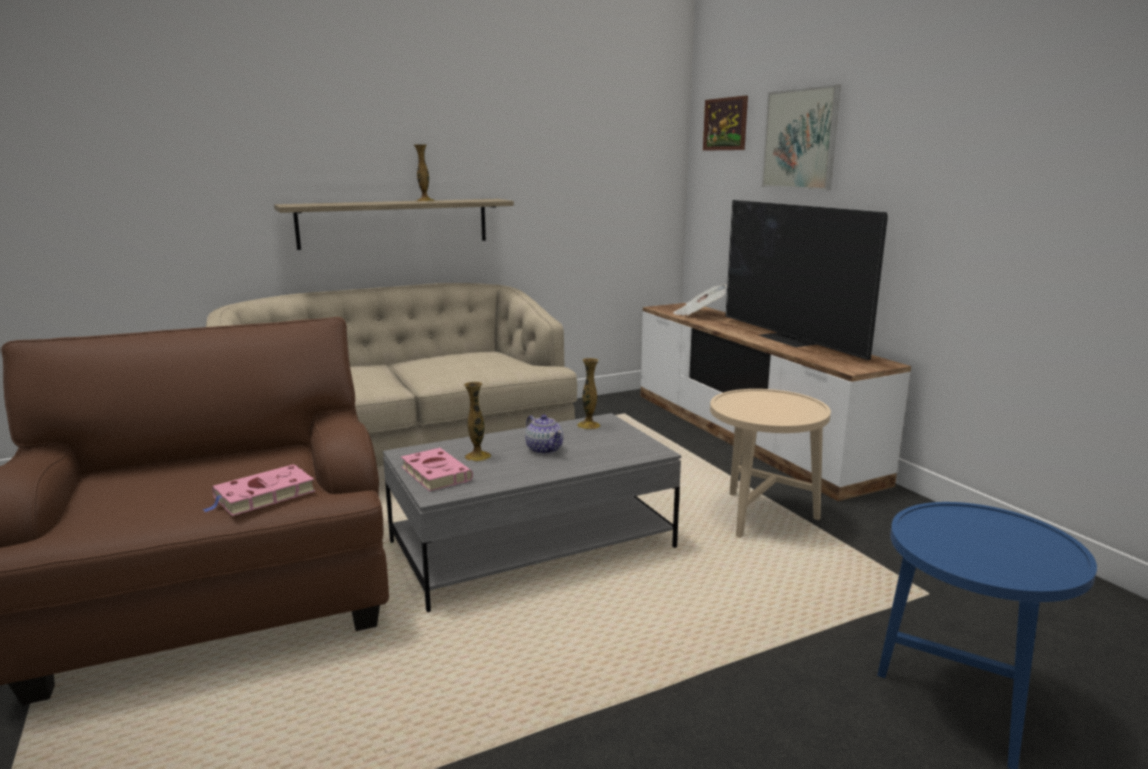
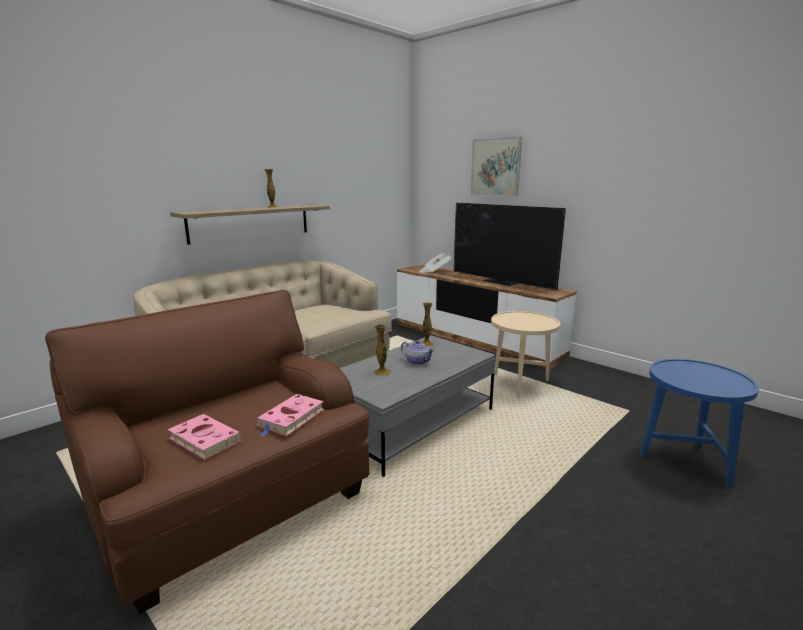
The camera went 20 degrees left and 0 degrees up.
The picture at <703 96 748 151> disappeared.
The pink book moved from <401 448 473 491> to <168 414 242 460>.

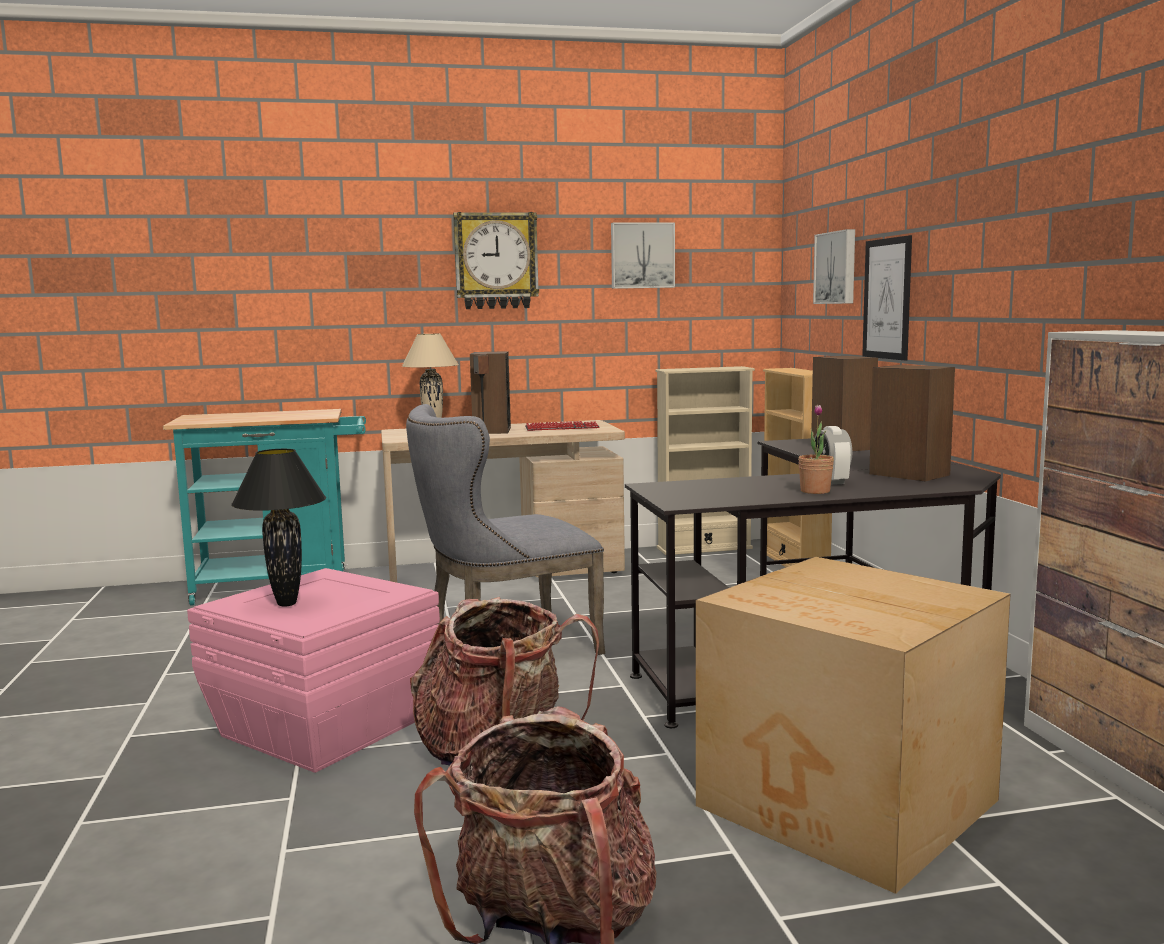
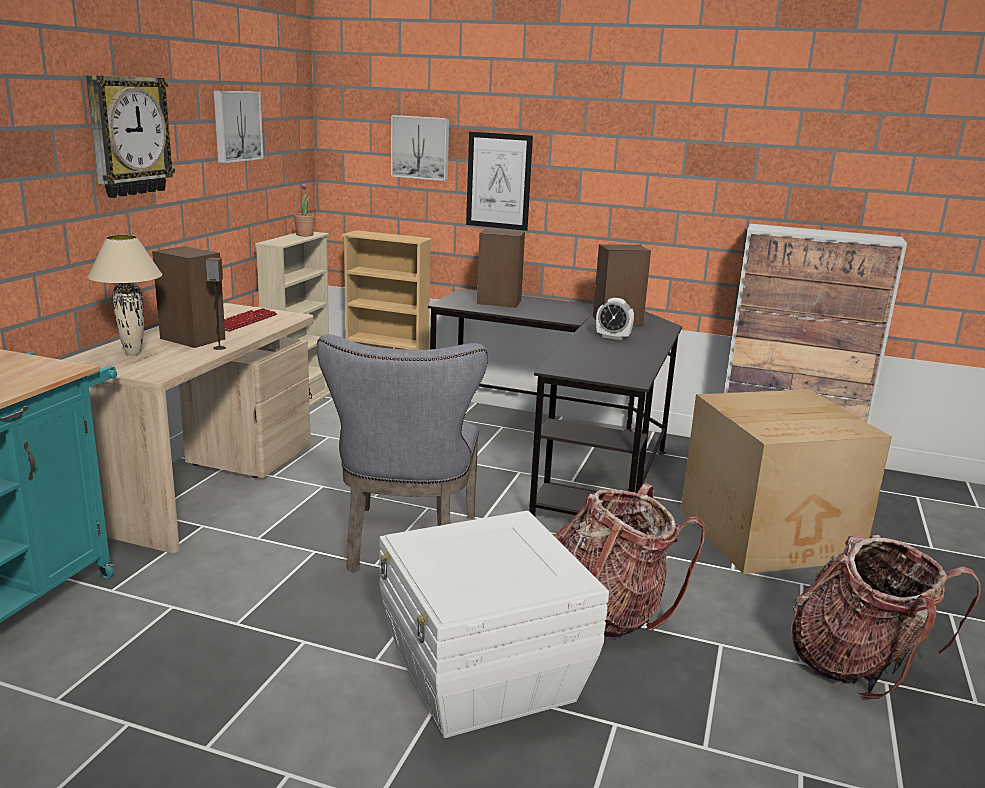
The camera went 60 degrees left and 10 degrees up.
The potted plant moved from <798 405 834 494> to <294 184 315 236>.
The black table lamp at <231 449 326 607> disappeared.
The pink storage box at <187 568 440 773> became the white storage box at <379 511 609 738>.

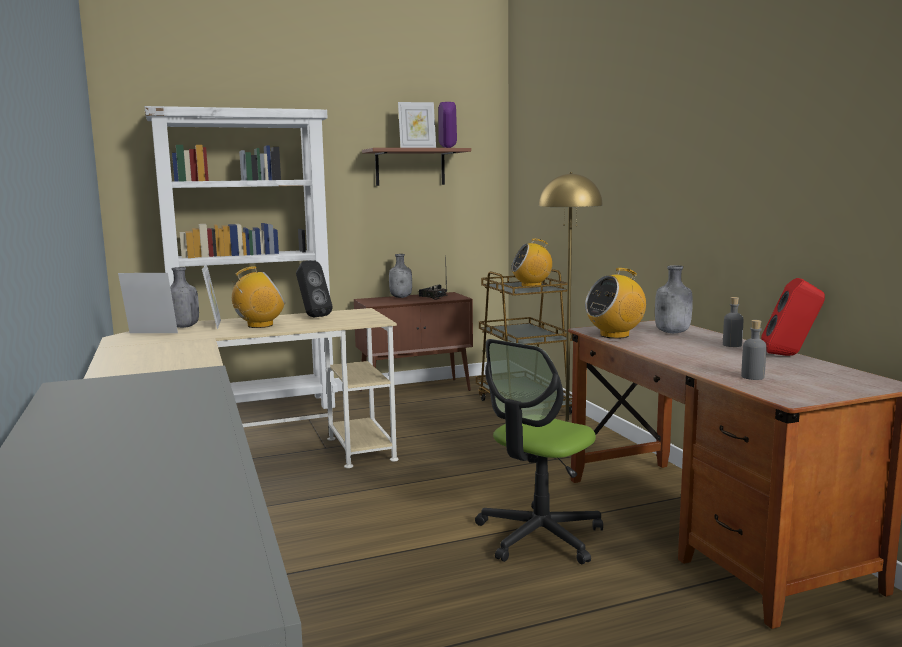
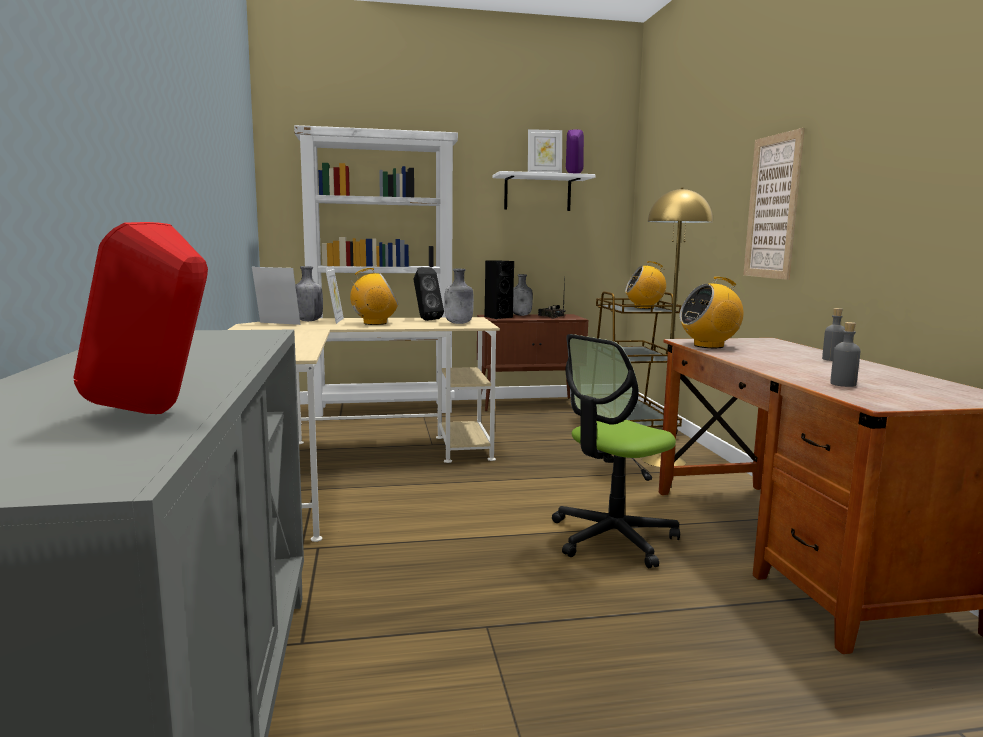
The camera went 10 degrees right and 0 degrees up.
The brown shelf at <362 148 471 186> became the white shelf at <493 171 596 211>.
The grey bottle moved from <655 265 693 333> to <444 269 474 324>.
The red speaker moved from <761 278 825 356> to <73 222 208 414>.
The picture at <743 128 805 280> appeared.
The black speaker at <484 260 514 319> appeared.

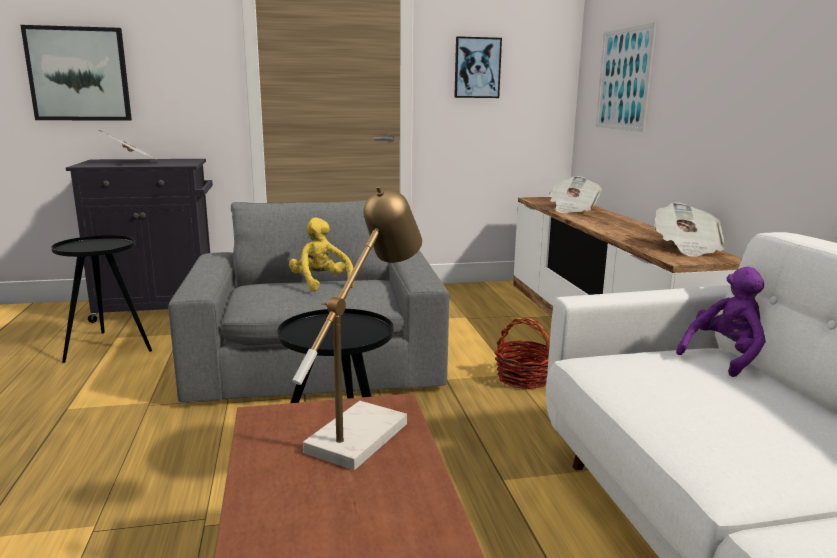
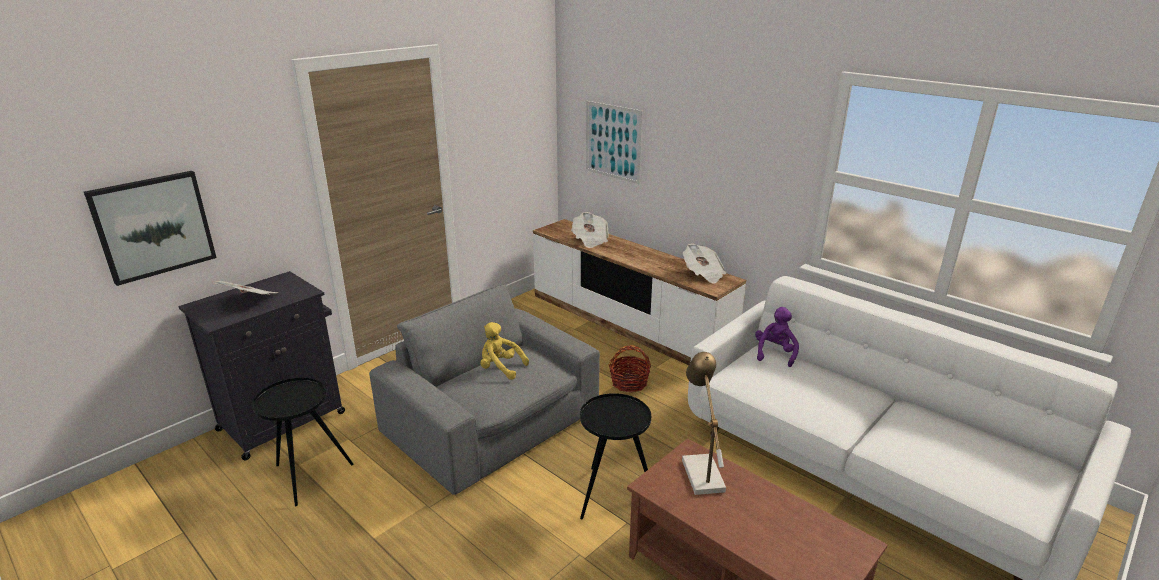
The camera went 35 degrees left and 10 degrees up.
The picture at <454 36 502 98> disappeared.

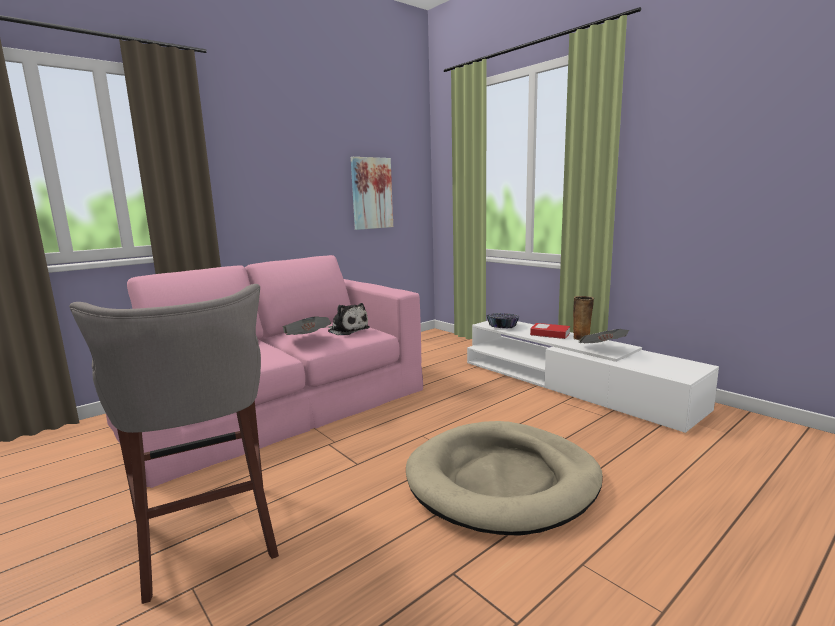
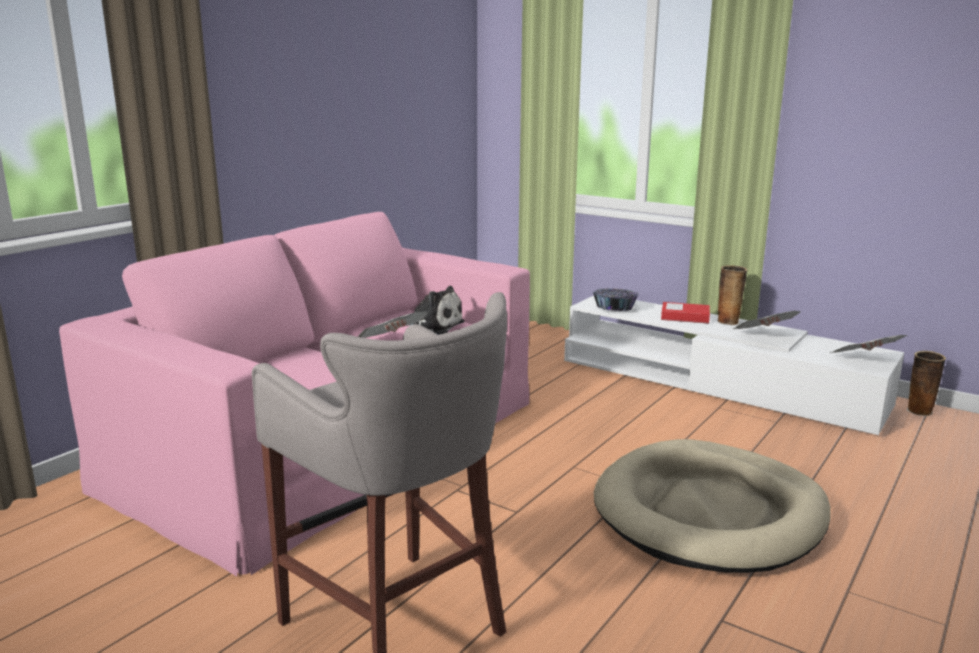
The camera went 15 degrees left and 5 degrees up.
The picture at <351 157 393 230> disappeared.
The newspaper at <829 335 907 353> appeared.
The vase at <907 351 946 416> appeared.

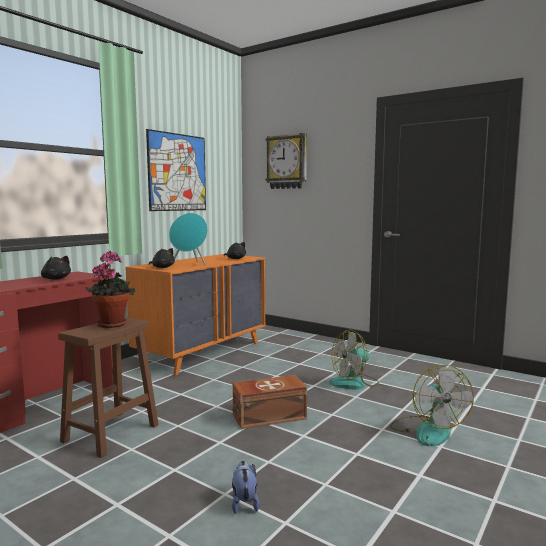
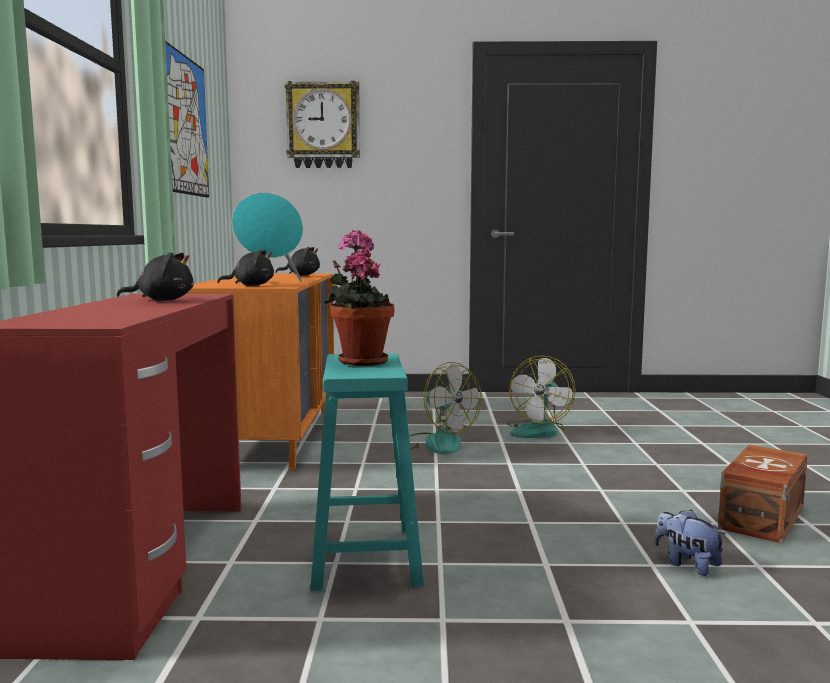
The camera went 35 degrees left and 0 degrees up.
The brown stool at <58 317 159 458> became the turquoise stool at <310 353 424 591>.
The fan moved from <390 365 474 446> to <409 362 482 454>.
The brown storage box moved from <233 375 307 429> to <718 445 808 544>.

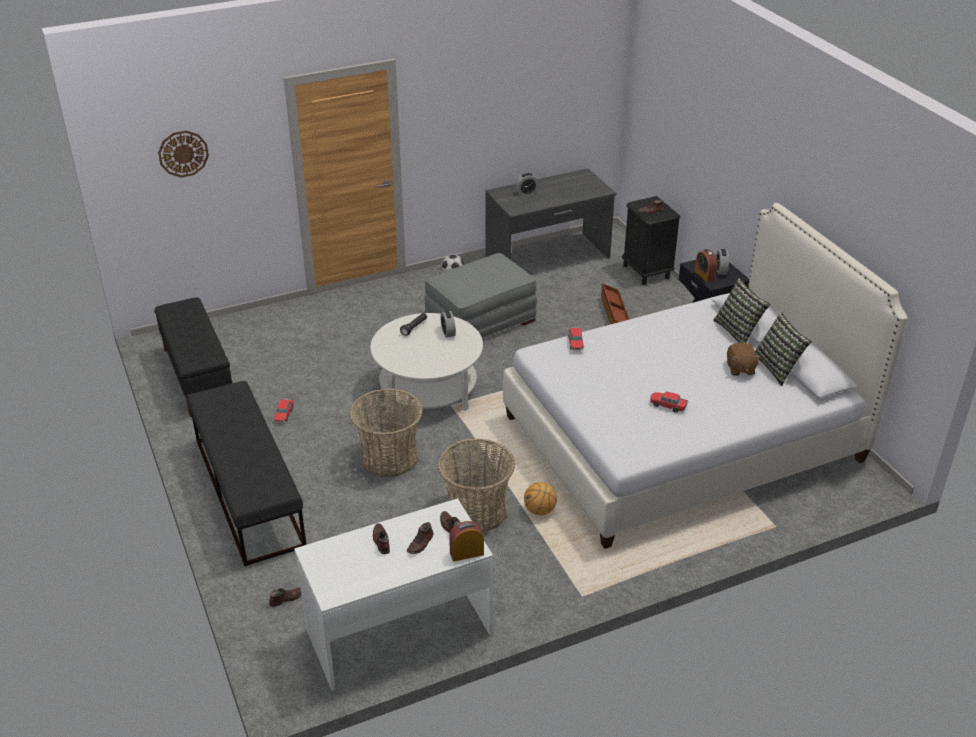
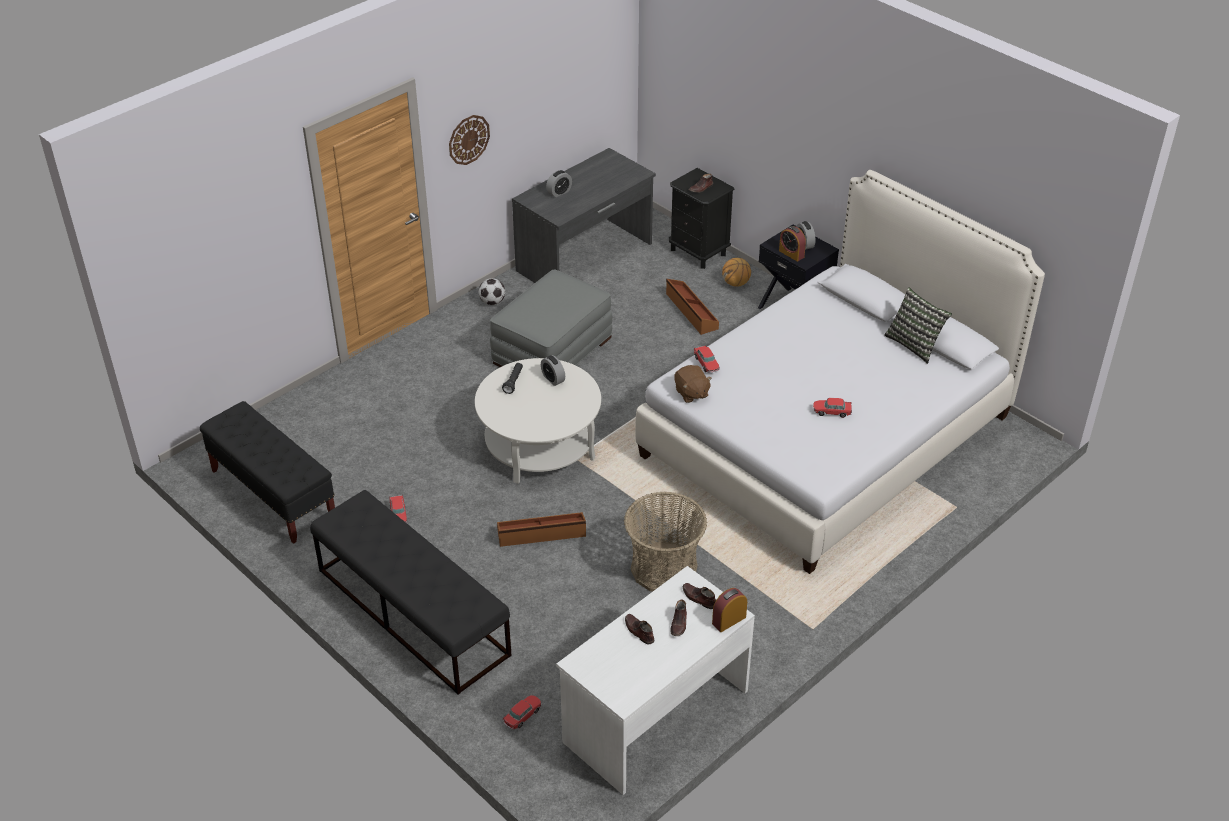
The camera went 20 degrees left and 5 degrees up.
The wall clock moved from <158 131 209 178> to <449 115 490 165>.
The pillow at <713 278 770 343> disappeared.
The brown plush toy moved from <727 342 761 376> to <674 365 712 403>.
The basket at <350 388 423 477> was replaced by the brown storage box at <497 512 586 547>.
The basketball moved from <524 482 557 515> to <722 258 751 287>.
The brown shoe at <269 587 302 607> was replaced by the toy car at <503 695 542 729>.

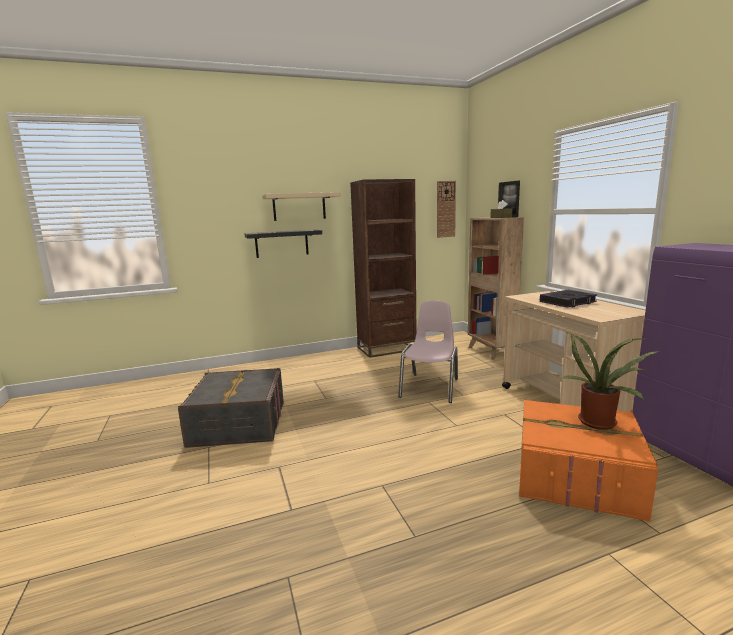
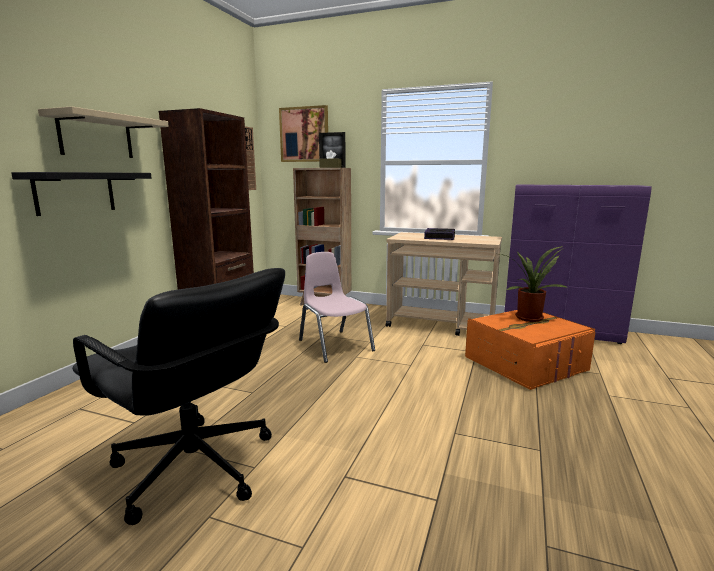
The camera went 50 degrees left and 0 degrees up.
The grey storage box at <178 368 284 448> was replaced by the black office chair at <72 268 285 525>.
The picture at <279 105 328 162> appeared.

